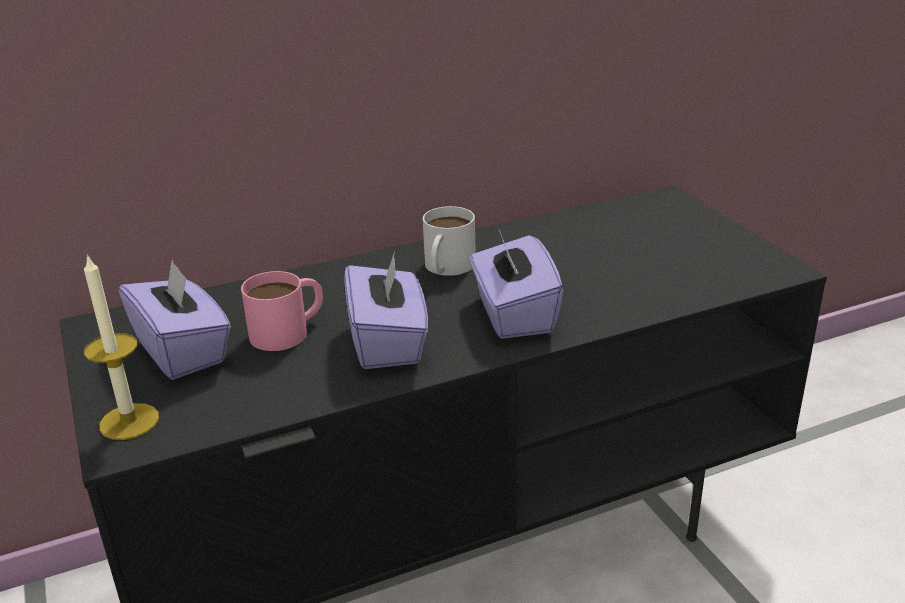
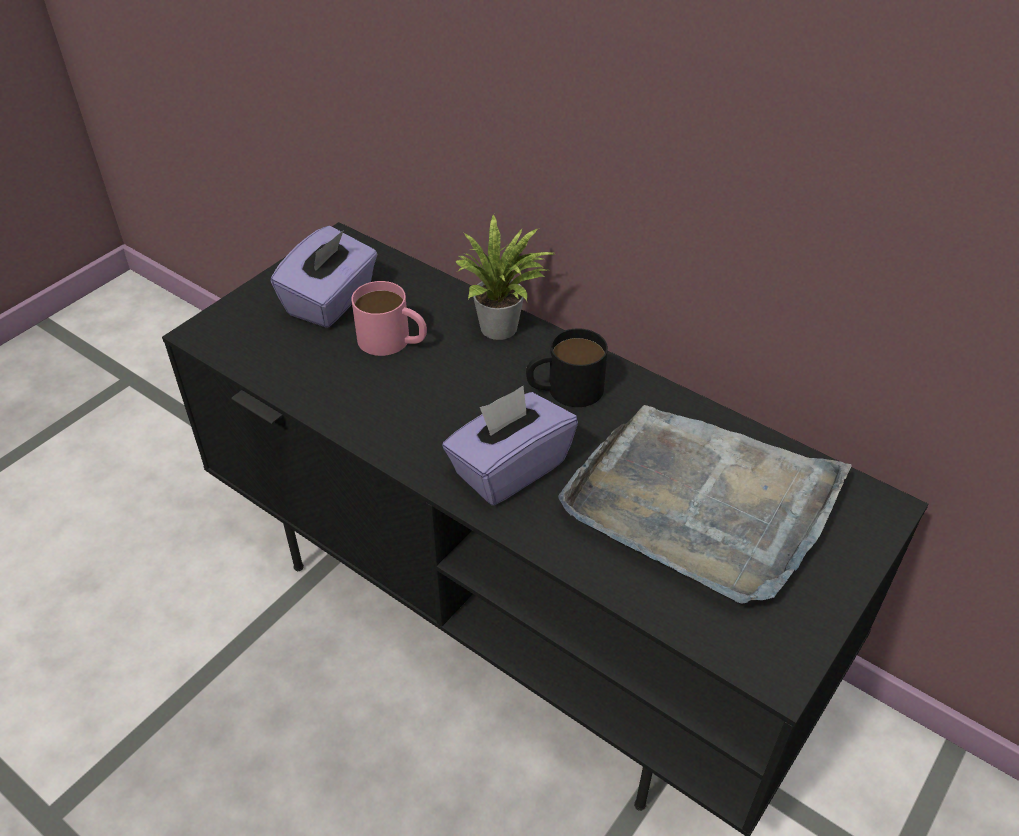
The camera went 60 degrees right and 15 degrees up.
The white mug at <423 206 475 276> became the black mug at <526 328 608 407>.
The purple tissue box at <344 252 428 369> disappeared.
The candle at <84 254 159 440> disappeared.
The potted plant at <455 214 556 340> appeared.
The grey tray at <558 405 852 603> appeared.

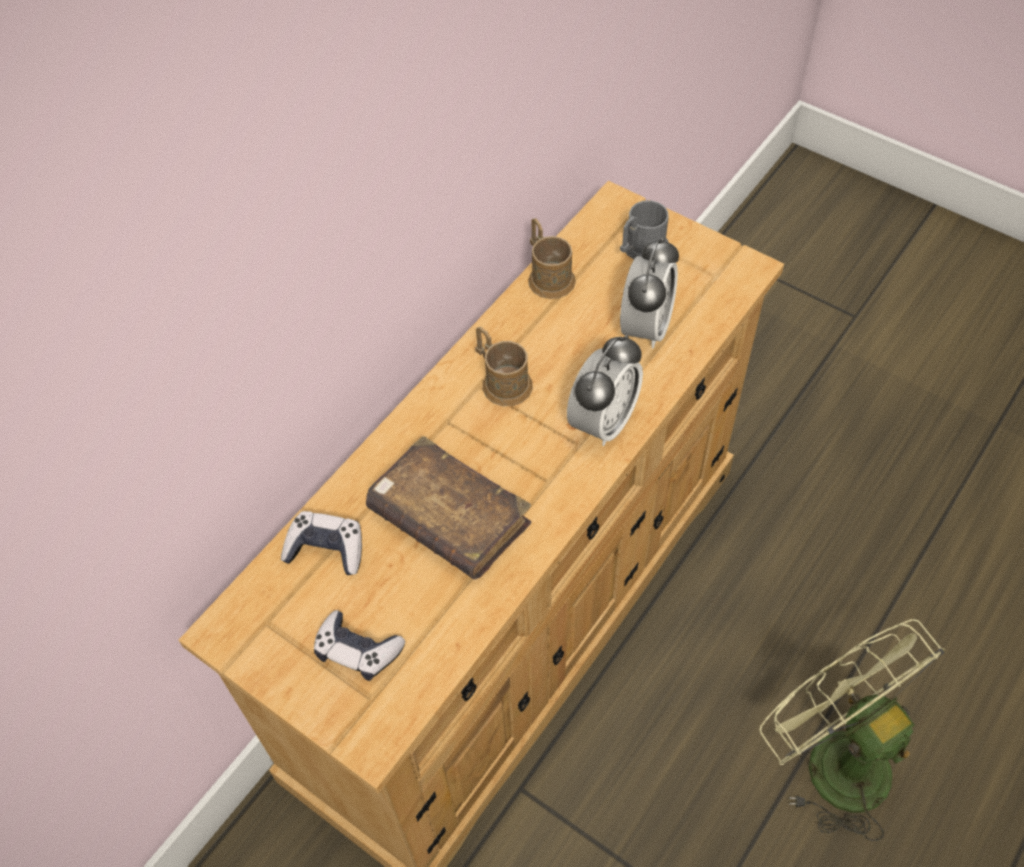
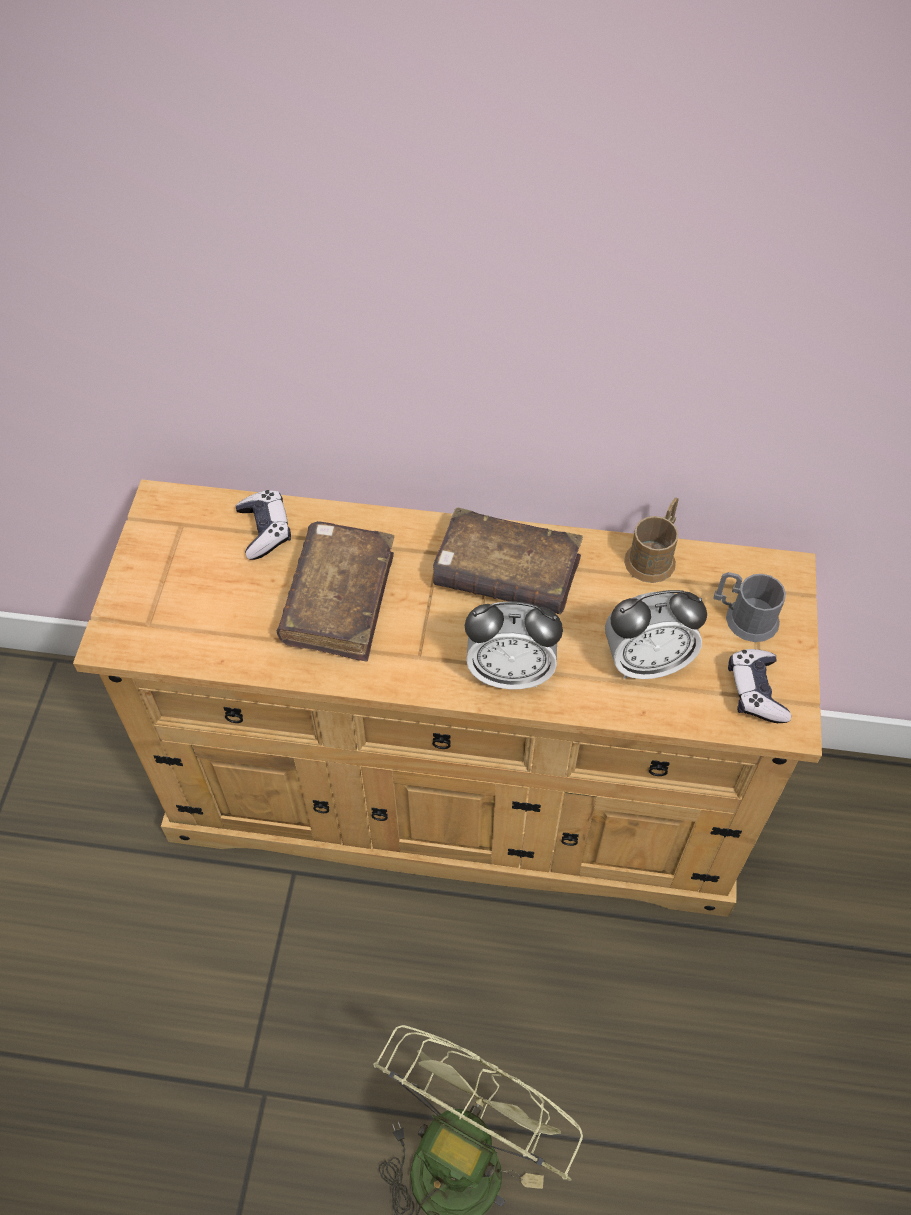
The camera went 60 degrees right and 0 degrees up.
The brown mug at <475 327 533 406> was replaced by the brown book at <433 507 583 614>.
The game controller moved from <314 610 405 681> to <728 649 791 723>.

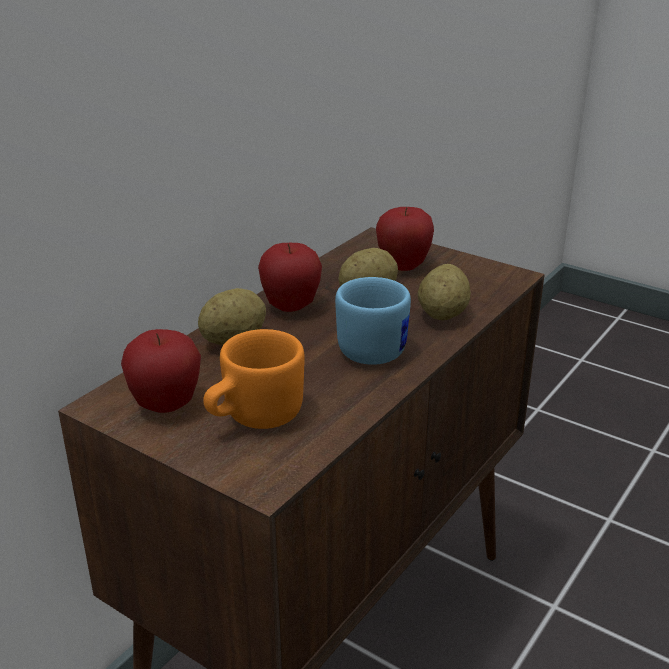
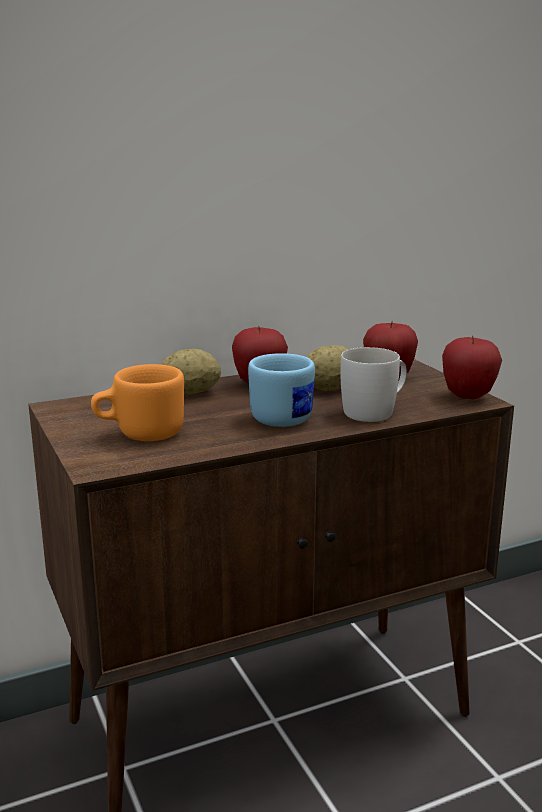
The camera went 30 degrees right and 10 degrees down.
The potato at <418 264 471 320> was replaced by the white mug at <341 347 407 422>.
The apple moved from <121 329 201 413> to <442 336 502 399>.

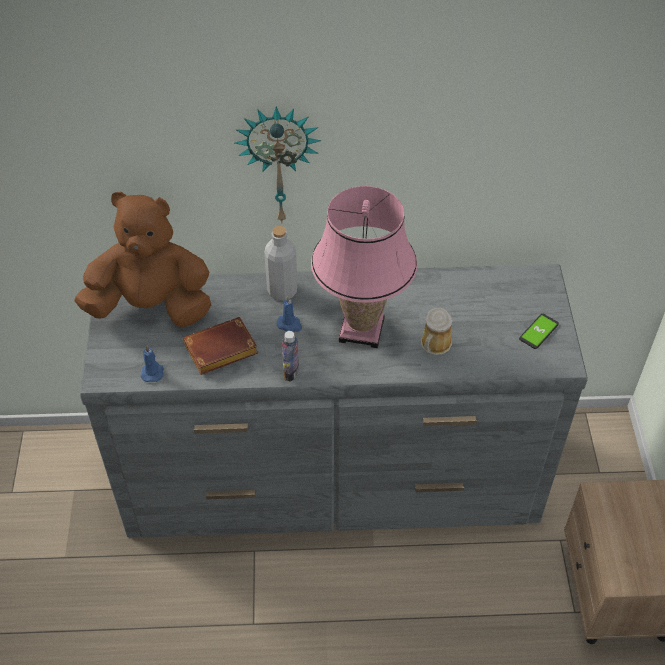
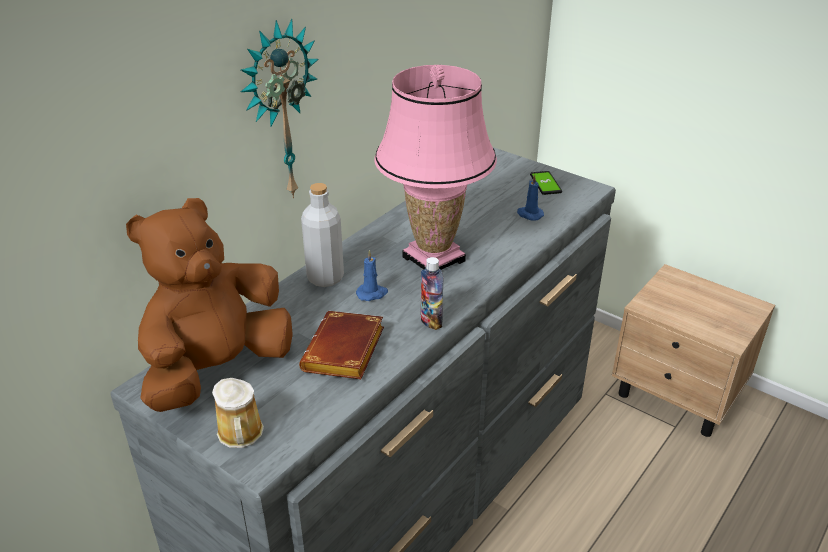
The camera went 50 degrees left and 15 degrees down.
The mug moved from <421 308 452 355> to <212 378 264 448>.
The blue candle moved from <141 345 163 382> to <517 174 544 220>.

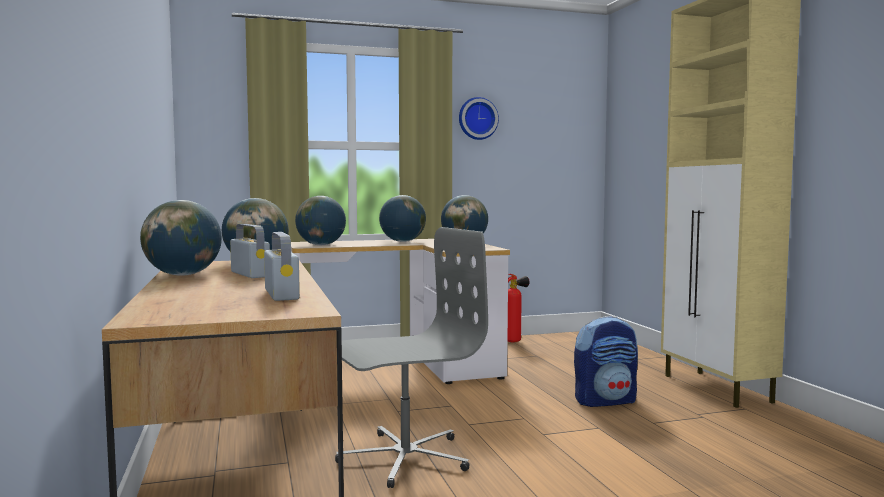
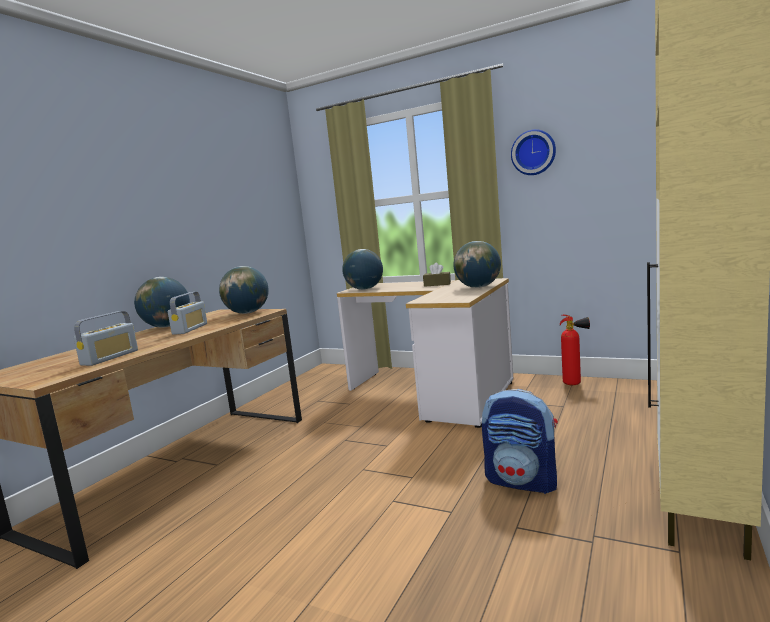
The camera went 45 degrees right and 5 degrees up.
The globe at <379 195 426 242> was replaced by the brown tissue box at <423 263 451 287>.
The grey office chair at <335 227 488 488> disappeared.

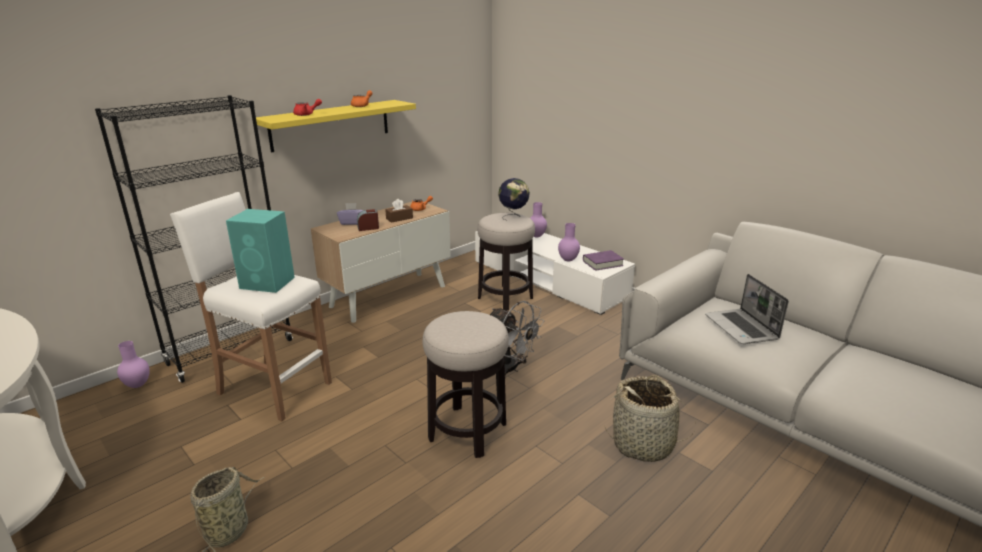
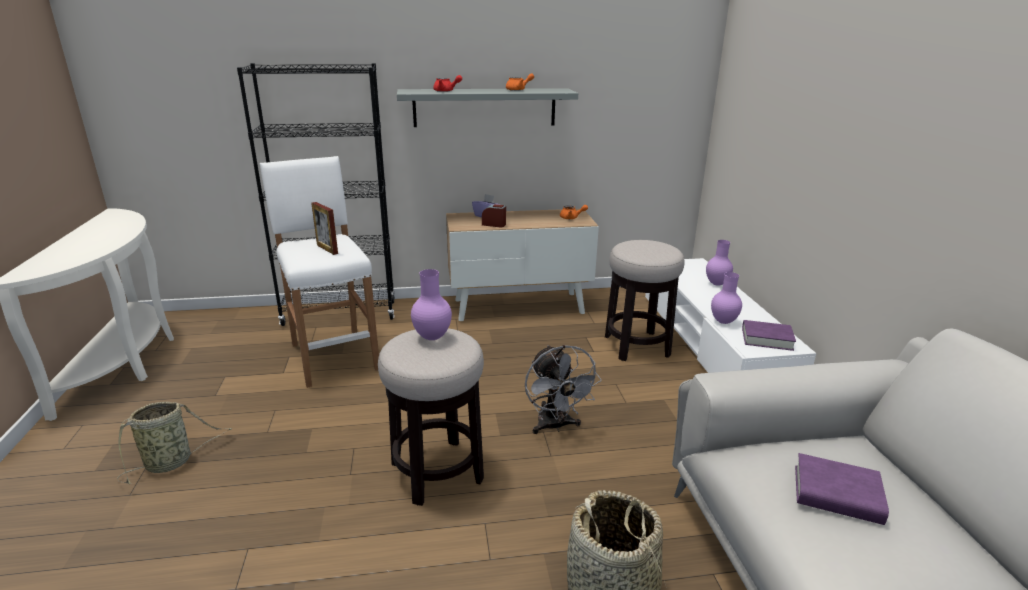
The camera went 35 degrees right and 0 degrees up.
The yellow shelf at <256 100 416 152> became the grey shelf at <397 88 578 127>.
The globe at <498 178 530 220> disappeared.
The brown tissue box at <385 199 413 223> disappeared.
The turquoise speaker at <226 209 295 293> was replaced by the picture frame at <311 202 338 255>.
The laptop at <705 274 789 344> was replaced by the purple book at <795 453 889 525>.
The purple vase moved from <117 341 150 388> to <411 269 452 340>.

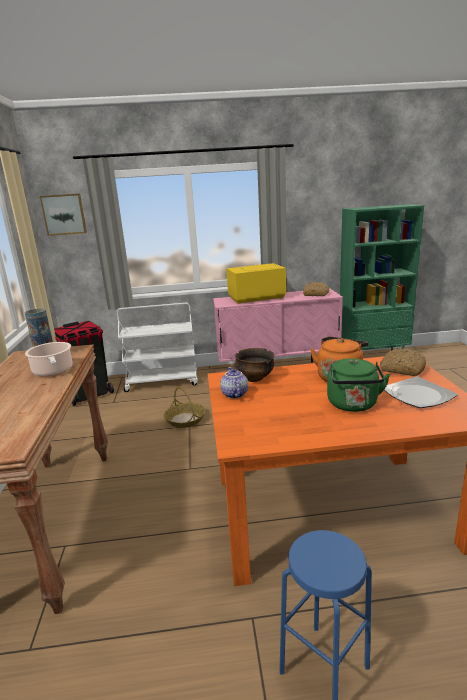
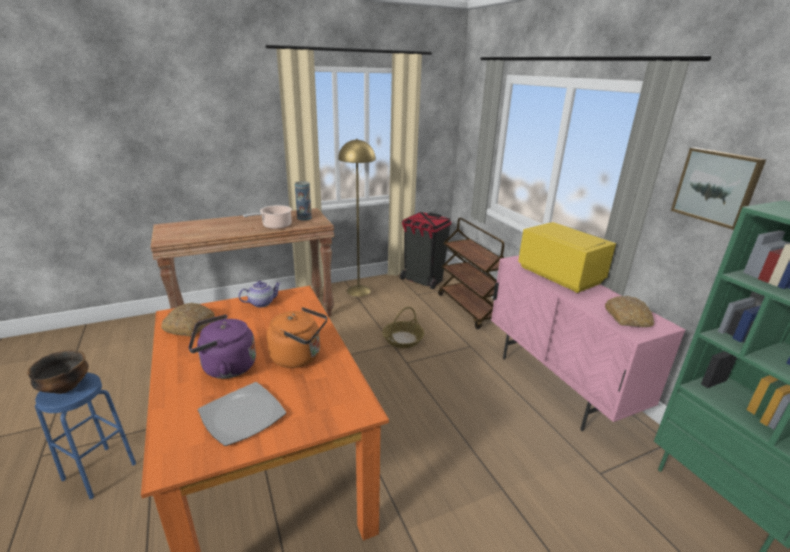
The camera went 70 degrees right and 5 degrees up.
The picture moved from <40 194 87 236> to <671 147 766 230>.
The white cart at <117 303 198 392> became the brown cart at <438 218 505 329>.
The bowl moved from <235 348 275 382> to <27 350 89 394>.
The bread moved from <380 349 426 376> to <161 303 215 337>.
The green kettle at <327 358 390 412> became the purple kettle at <188 314 256 379>.
The yellow floor lamp at <338 139 376 297> appeared.

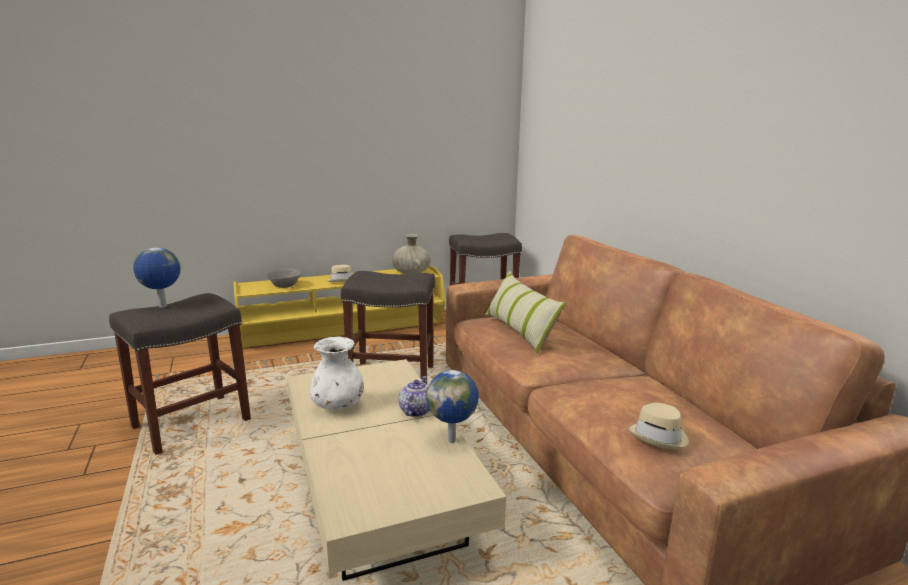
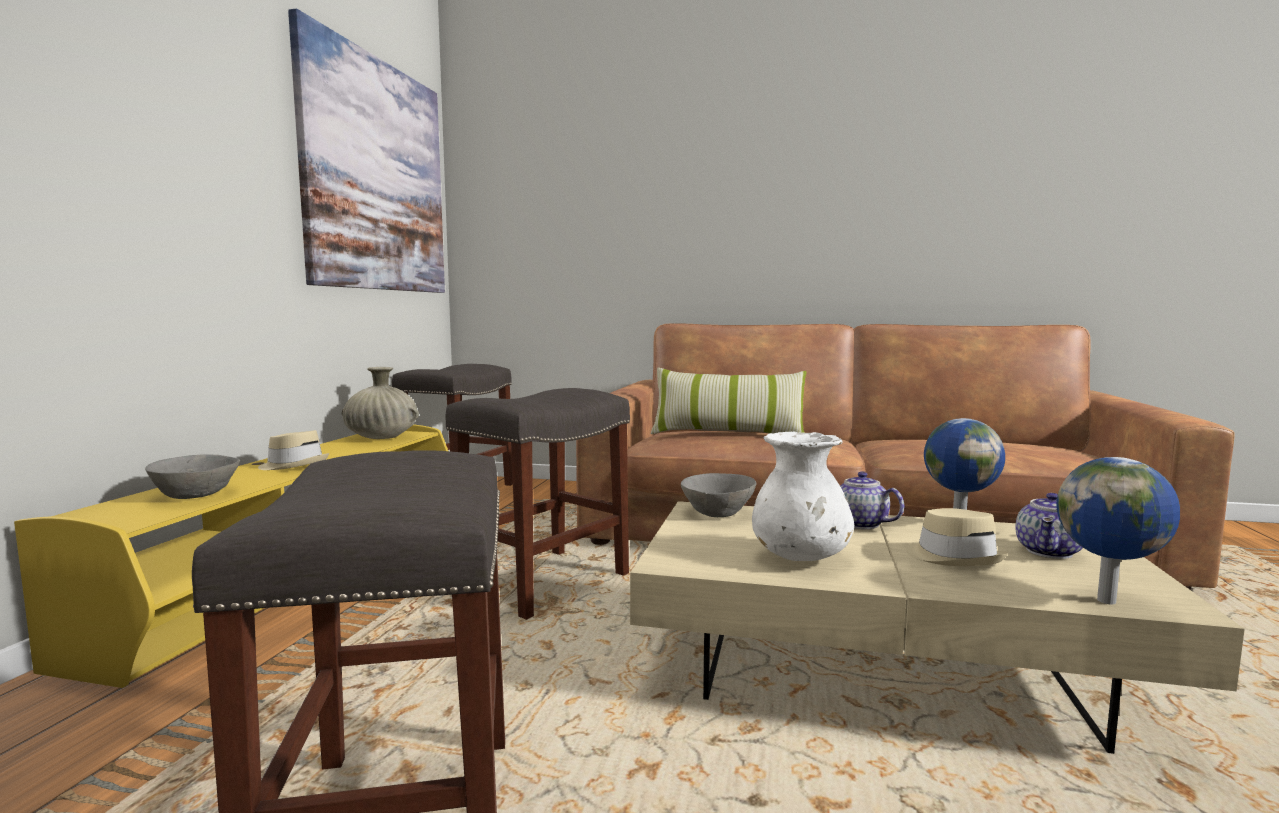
The camera went 55 degrees left and 10 degrees down.
The globe moved from <133 247 181 308> to <1056 457 1180 604>.
The beige hat moved from <628 403 689 449> to <906 508 1008 566>.
The picture at <288 9 445 293> appeared.
The grey bowl at <681 473 757 517> appeared.
The teapot at <1015 493 1083 559> appeared.

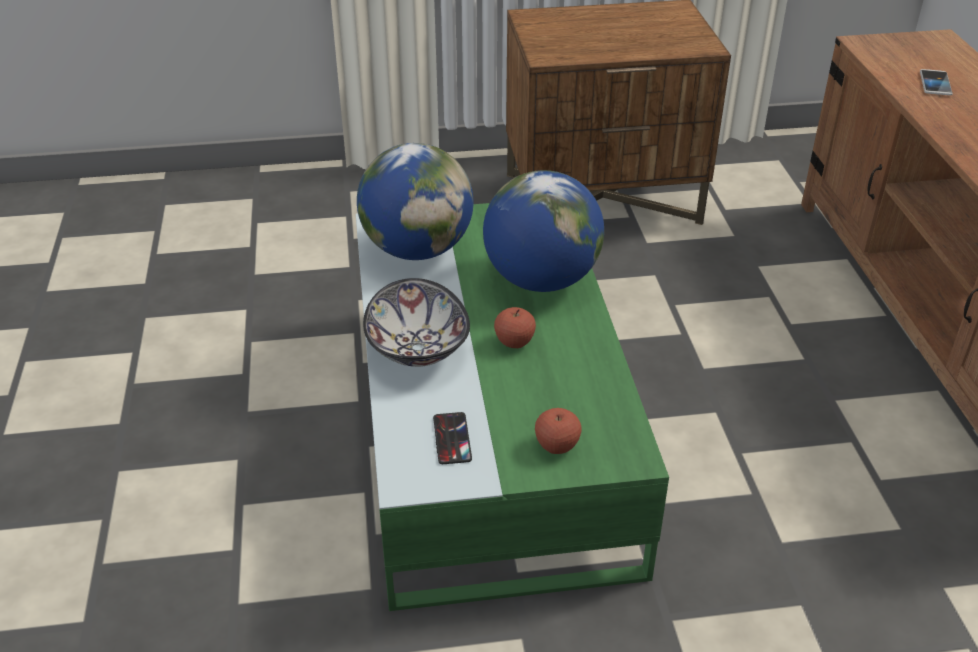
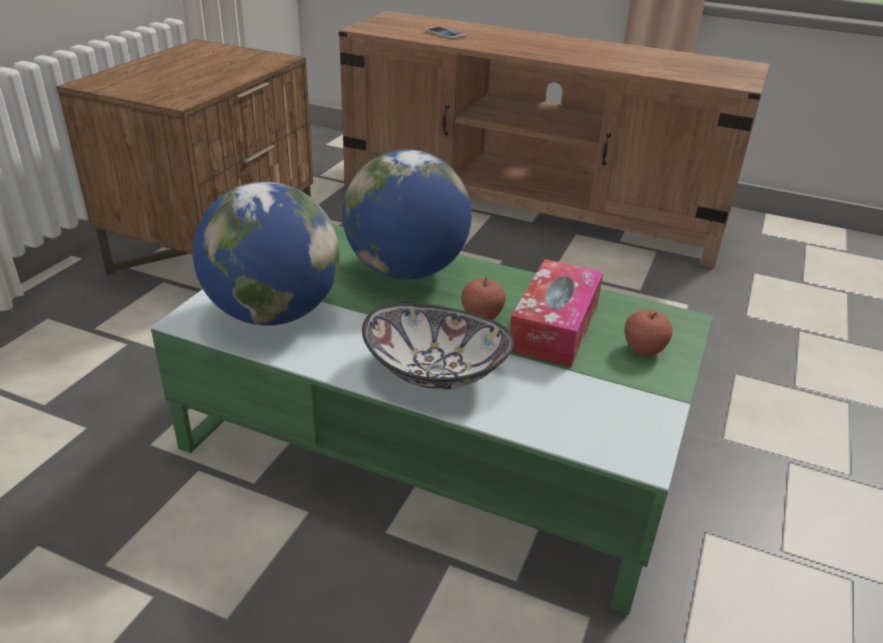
The camera went 60 degrees left and 5 degrees down.
The phone at <433 412 472 464> disappeared.
The tissue box at <510 259 603 367> appeared.

